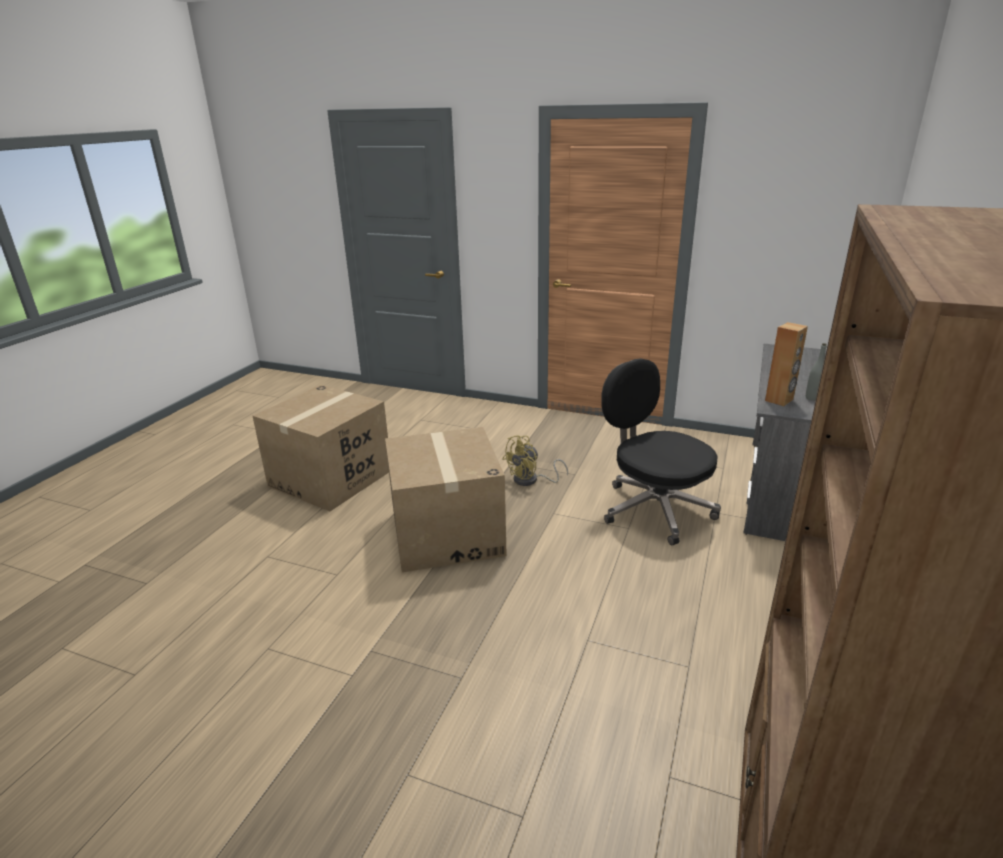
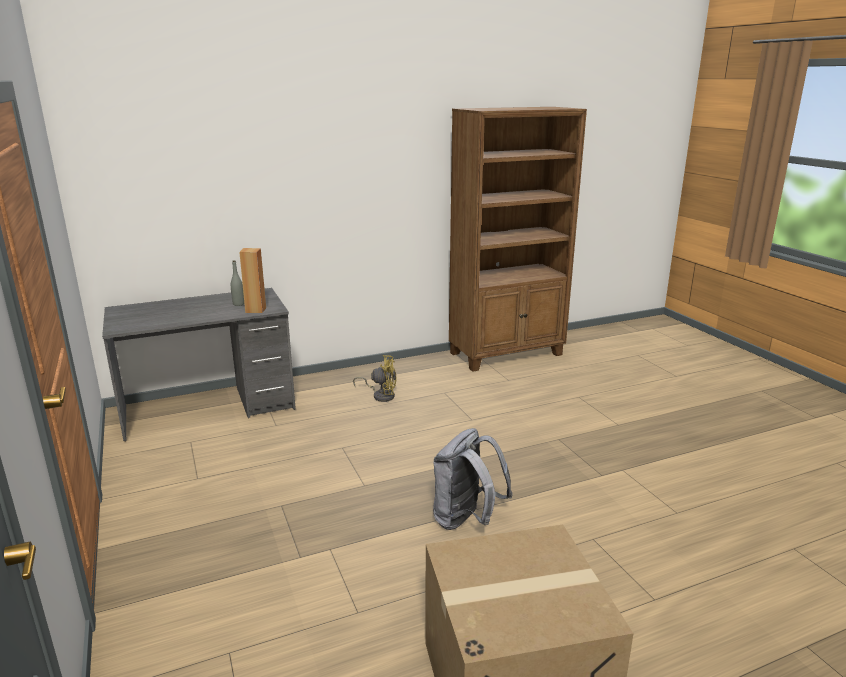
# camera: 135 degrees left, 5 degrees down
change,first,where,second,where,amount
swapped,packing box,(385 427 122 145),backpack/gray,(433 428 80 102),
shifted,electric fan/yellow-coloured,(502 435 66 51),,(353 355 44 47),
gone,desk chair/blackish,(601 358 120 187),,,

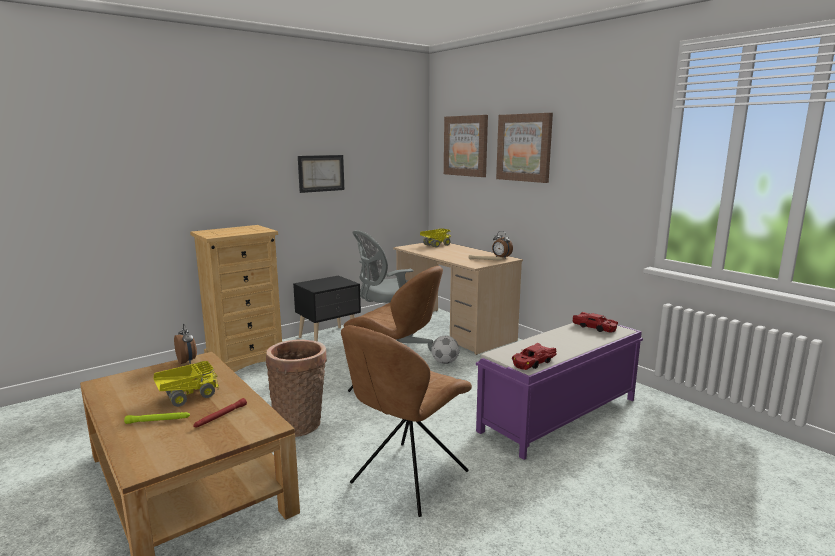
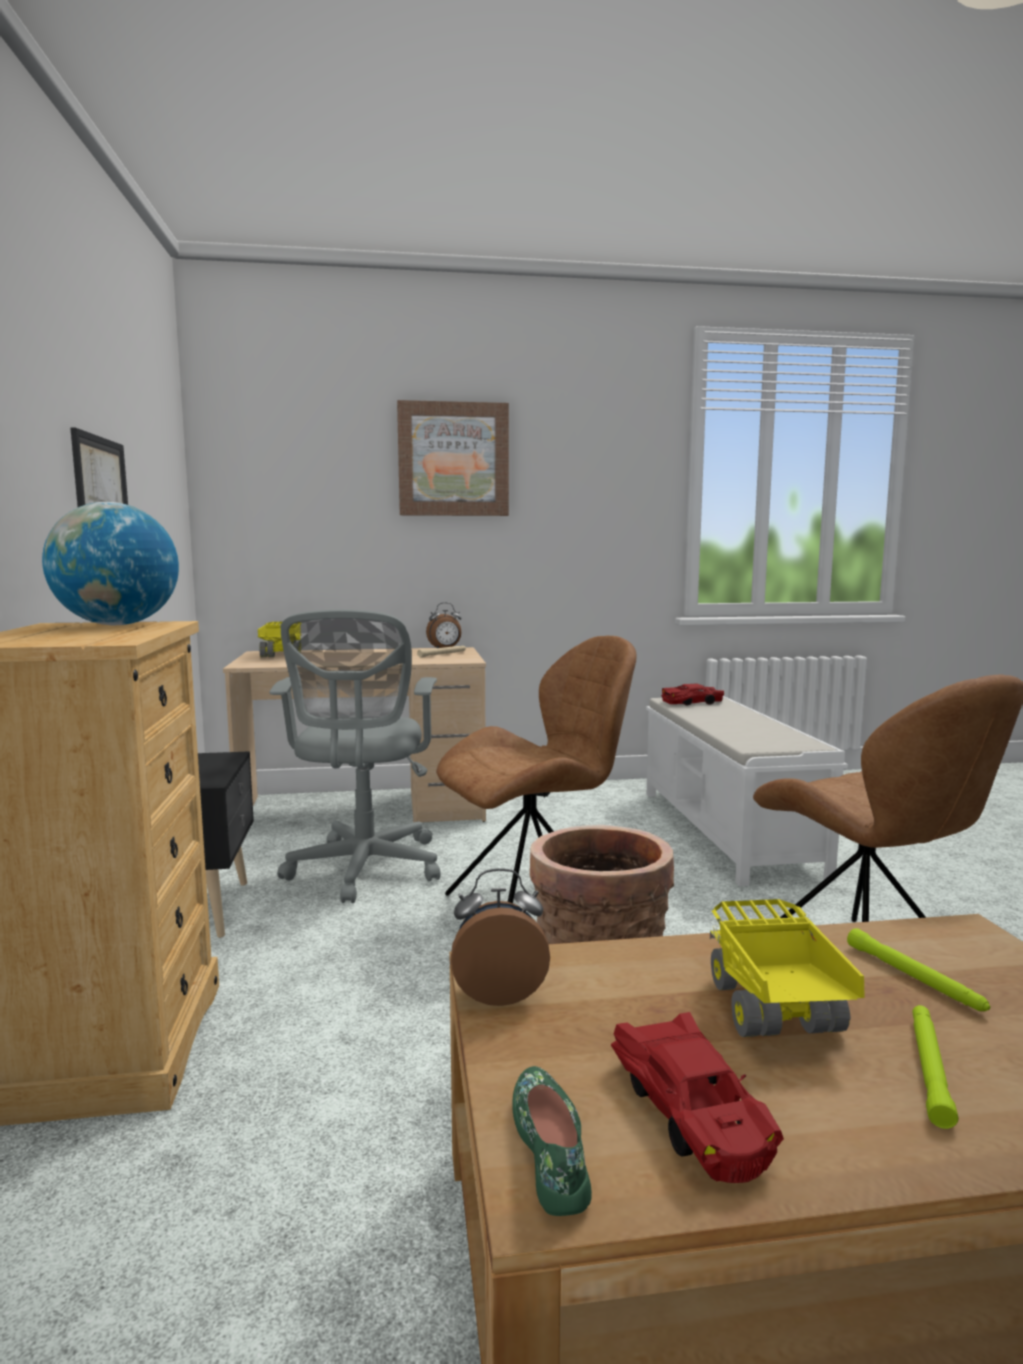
# camera: 60 degrees left, 5 degrees down
change,first,where,second,where,amount
repainted,flashlight/red,(193 398 54 29),flashlight/green-coloured,(847 928 143 83),
gone,football,(431 336 28 28),,,
gone,wall art,(444 115 44 62),,,
repainted,bench/purple-coloured,(476 323 167 137),bench/white,(646 696 202 190),
shifted,miniature car/red,(512 343 45 27),,(611 1012 173 171),
new,,,globe,(42 502 137 123),
new,,,low shoe/green-coloured,(512 1066 80 150),

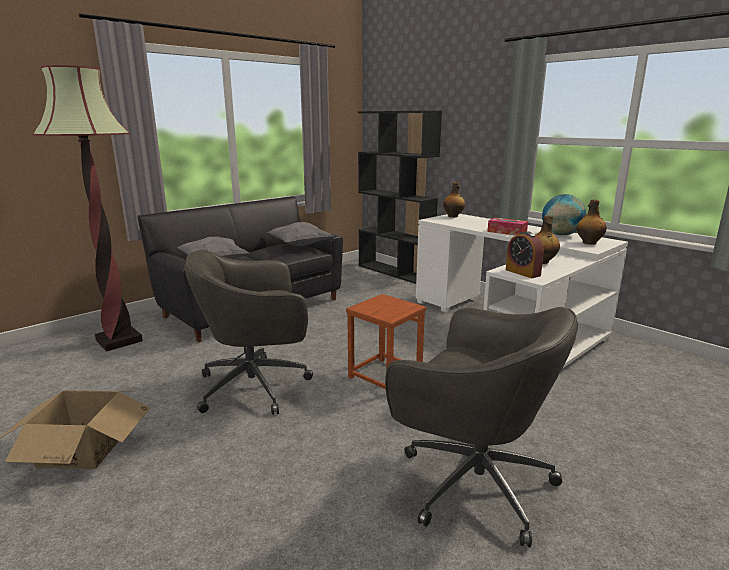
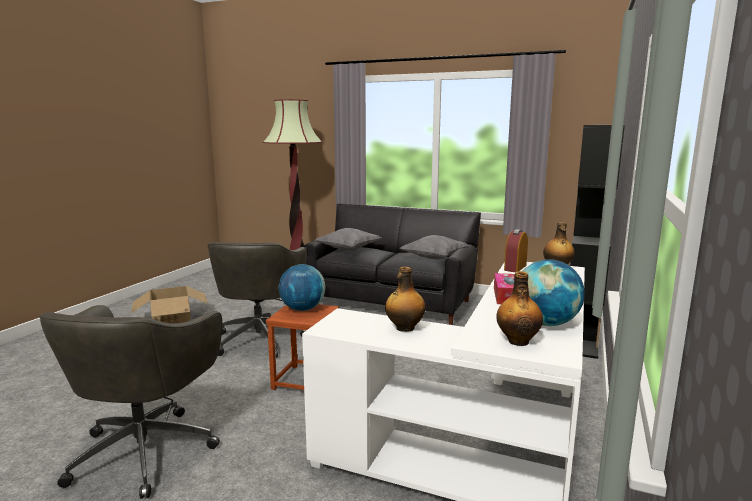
# camera: 65 degrees right, 5 degrees down
change,first,where,second,where,amount
rotated,desk chair/gray,(184 250 129 165),,(208 242 99 116),135 degrees counterclockwise
shifted,bedside clock,(506 231 38 47),,(504 229 24 43),
new,,,globe,(279 264 46 47),

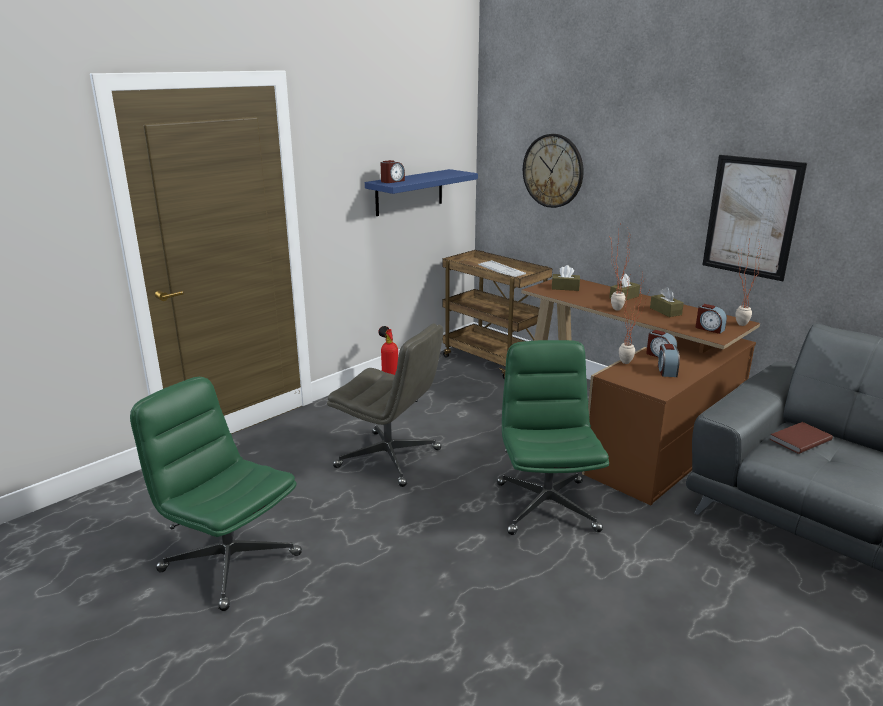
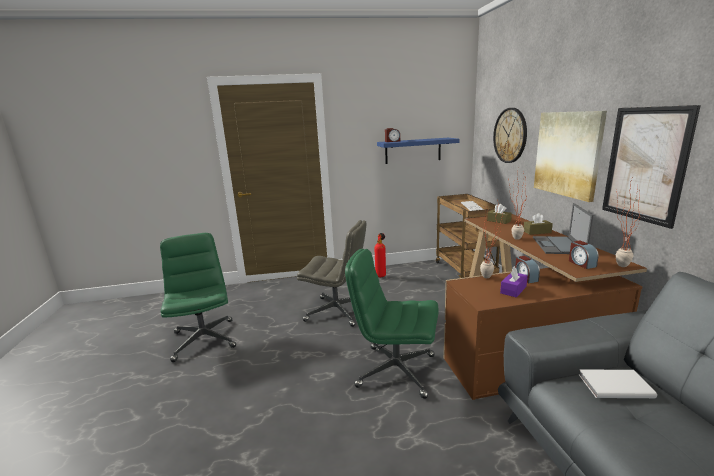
# camera: 35 degrees right, 5 degrees down
change,first,where,second,where,amount
rotated,desk chair/gray,(327 323 116 164),,(297 220 69 107),45 degrees counterclockwise
rotated,desk chair/green-coloured,(497 340 112 195),,(345 249 94 150),105 degrees counterclockwise
swapped,tissue holder/brown-coloured,(650 287 34 30),laptop,(533 203 60 51),
swapped,bedside clock,(658 344 22 33),tissue holder/purple-coloured,(500 266 28 31),
repainted,book/brown-coloured,(770 422 63 32),book/white,(578 370 79 28),
new,,,wall art,(534 111 73 91),

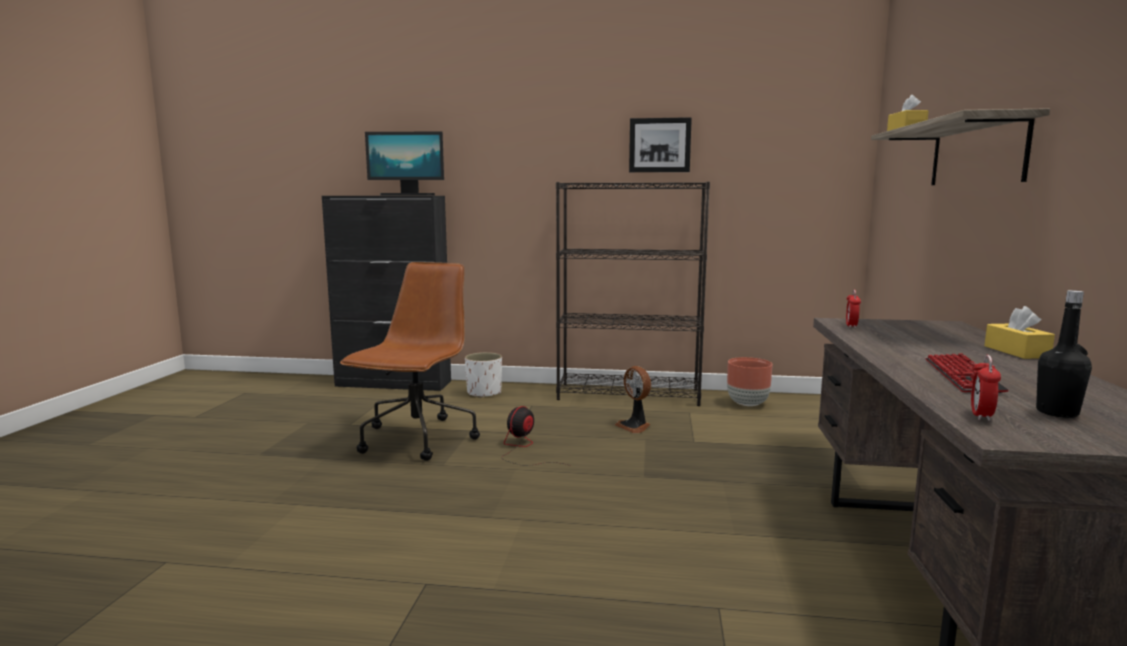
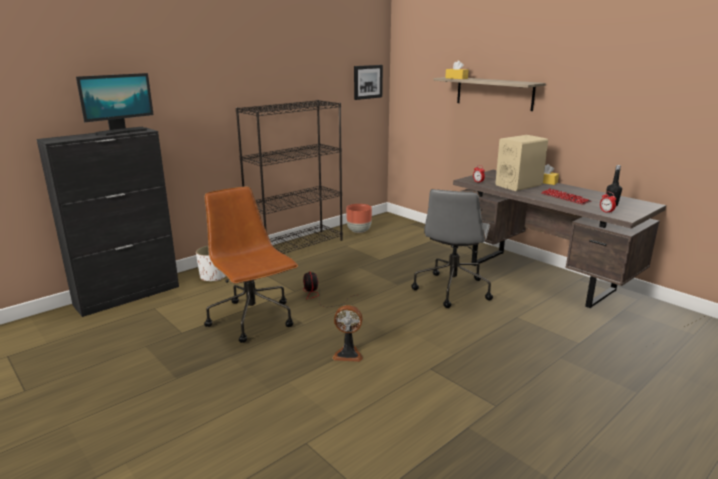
# camera: 50 degrees left, 10 degrees up
change,first,where,second,where,amount
shifted,electric fan,(615 366 36 67),,(332 305 31 57),
shifted,wall art,(629 117 63 55),,(354 65 29 35),
new,,,desk chair/gray,(411 189 82 119),
new,,,audio speaker/beige-coloured,(495 135 53 56),

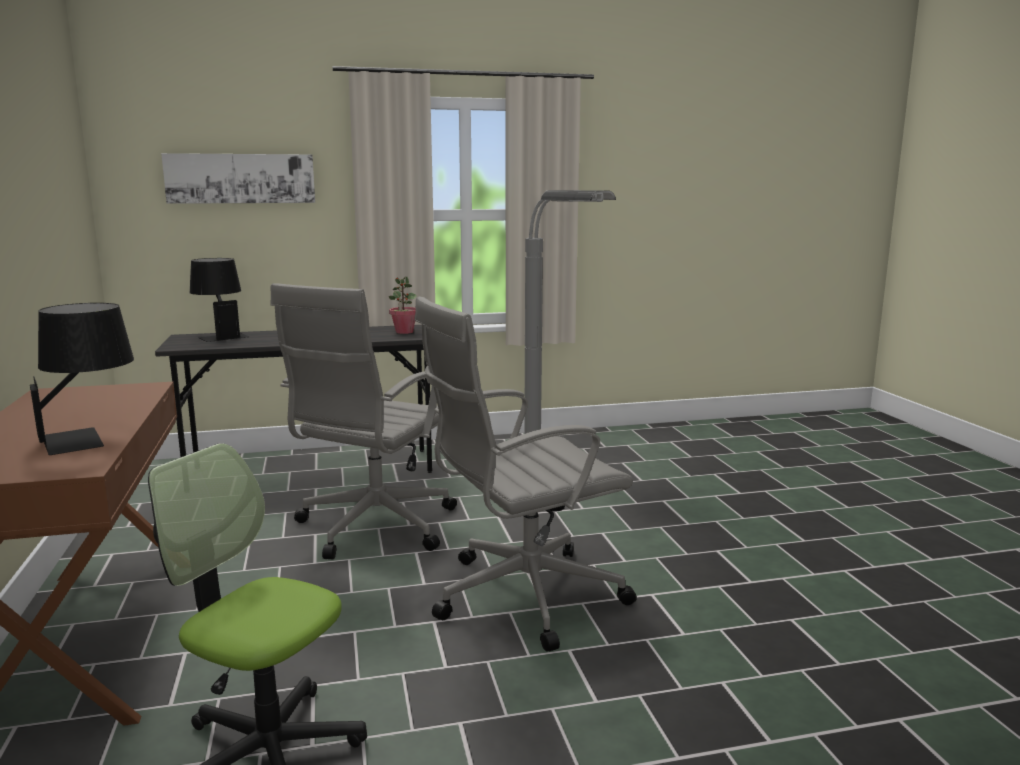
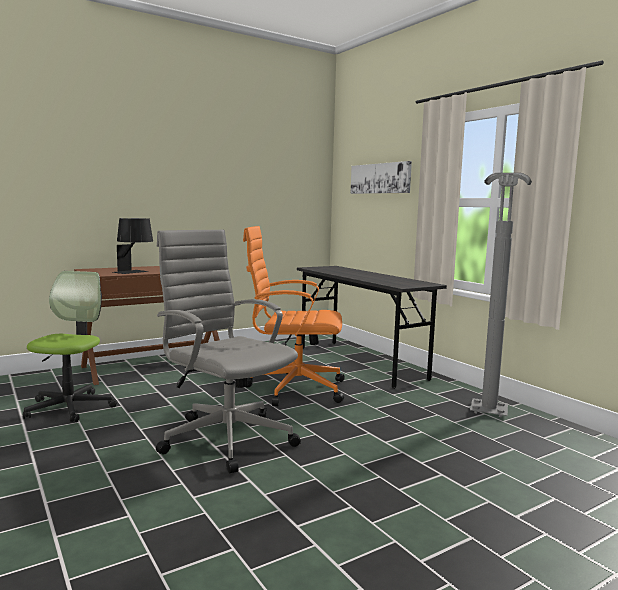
# camera: 70 degrees right, 5 degrees down
change,first,where,second,where,amount
gone,table lamp/blackish,(190 258 59 84),,,
repainted,desk chair/gray,(270 283 187 277),desk chair/orange-coloured,(243 226 102 181),
gone,plant in a pot,(389 277 27 57),,,

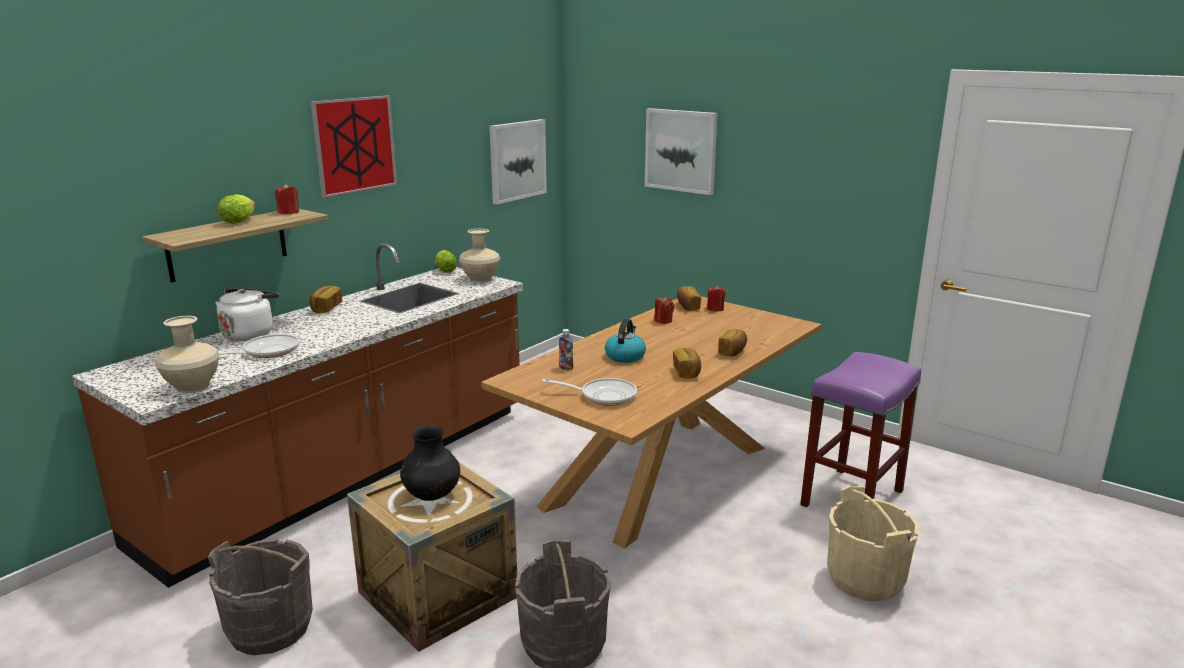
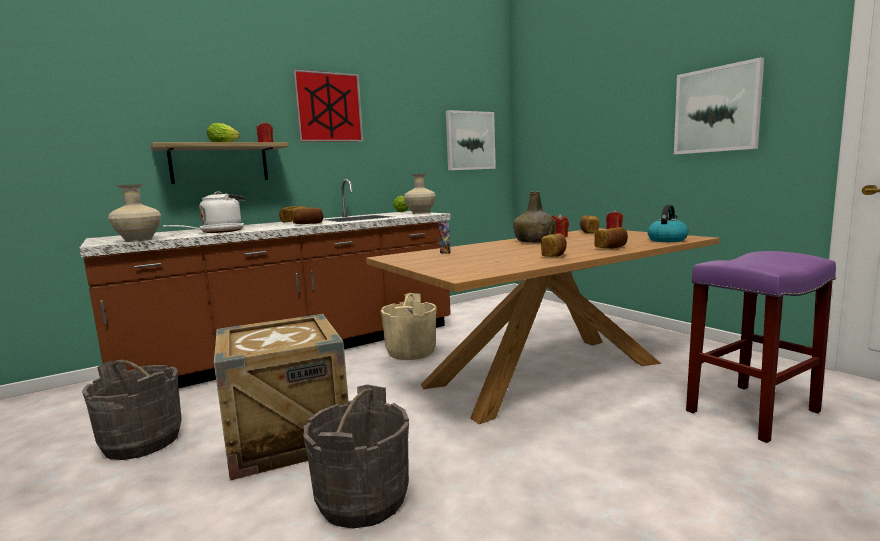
# camera: 20 degrees right, 10 degrees down
change,first,where,second,where,amount
gone,vase/blackish,(400 425 60 76),,,
gone,pan,(542 378 95 28),,,
shifted,tea kettle,(605 319 41 44),,(647 205 42 37),
shifted,wall art,(645 108 73 87),,(674 57 90 97),
shifted,pail/beige-coloured,(827 486 92 115),,(380 293 57 67),
new,,,bread,(292 208 31 16),
new,,,beverage bottle/green-coloured,(513 192 43 51),

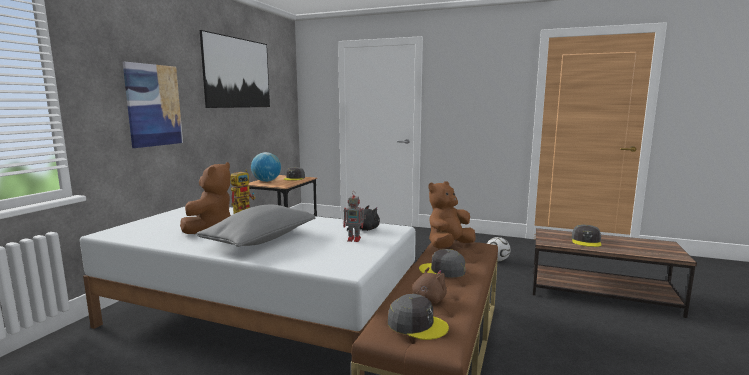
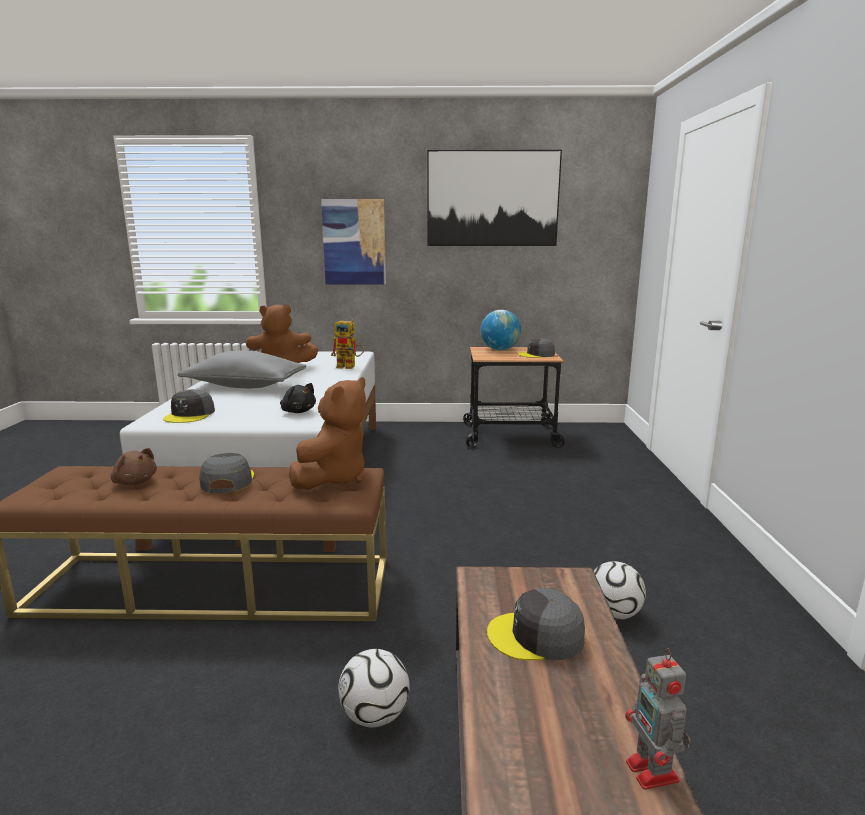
# camera: 70 degrees right, 5 degrees up
change,first,where,second,where,amount
shifted,model robot,(343 191 23 51),,(625 648 66 142),
shifted,peaked cap/gray,(388 294 61 46),,(163 389 52 34),
rotated,cuddly toy/brown-coloured,(429 181 47 68),,(289 377 77 113),90 degrees clockwise
new,,,football,(338 649 72 79),

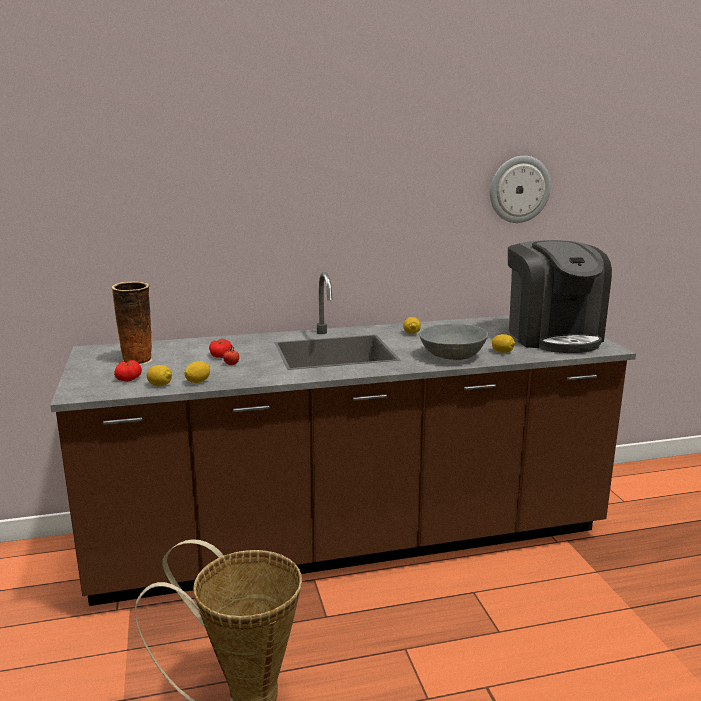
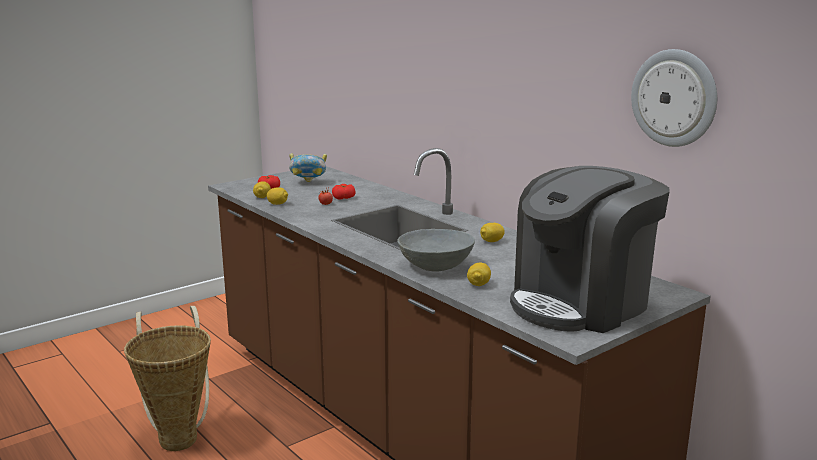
# camera: 65 degrees right, 0 degrees up
change,first,where,second,where,amount
swapped,vase,(112 282 41 83),serving bowl,(289 153 38 29),

